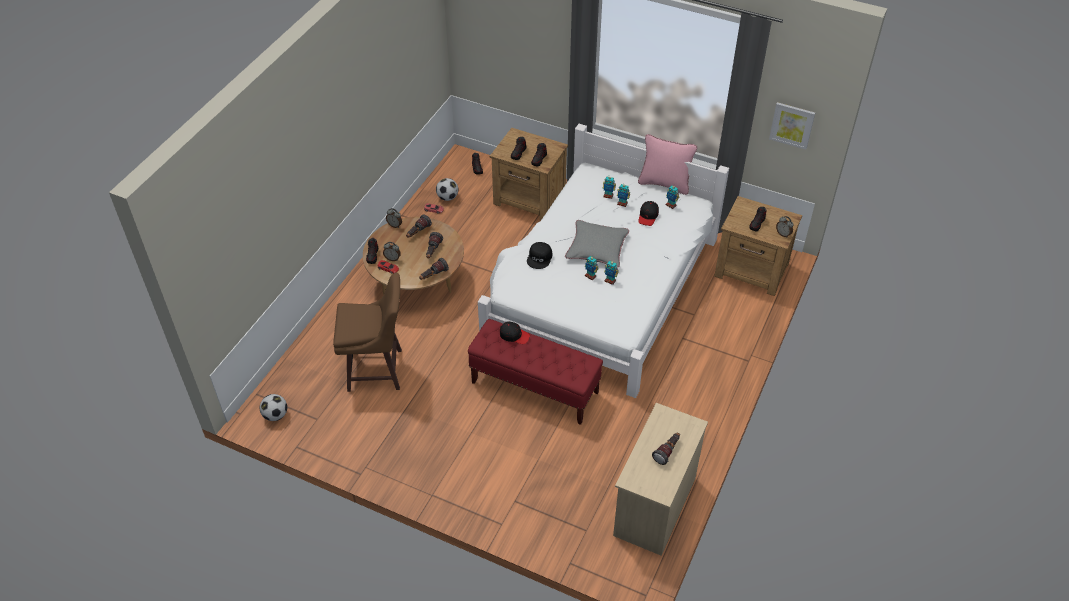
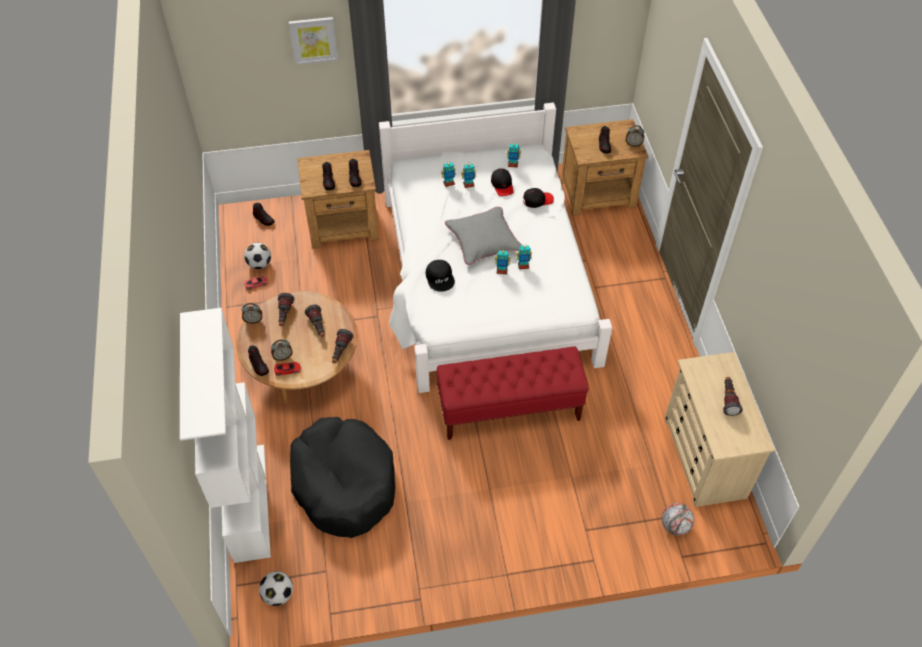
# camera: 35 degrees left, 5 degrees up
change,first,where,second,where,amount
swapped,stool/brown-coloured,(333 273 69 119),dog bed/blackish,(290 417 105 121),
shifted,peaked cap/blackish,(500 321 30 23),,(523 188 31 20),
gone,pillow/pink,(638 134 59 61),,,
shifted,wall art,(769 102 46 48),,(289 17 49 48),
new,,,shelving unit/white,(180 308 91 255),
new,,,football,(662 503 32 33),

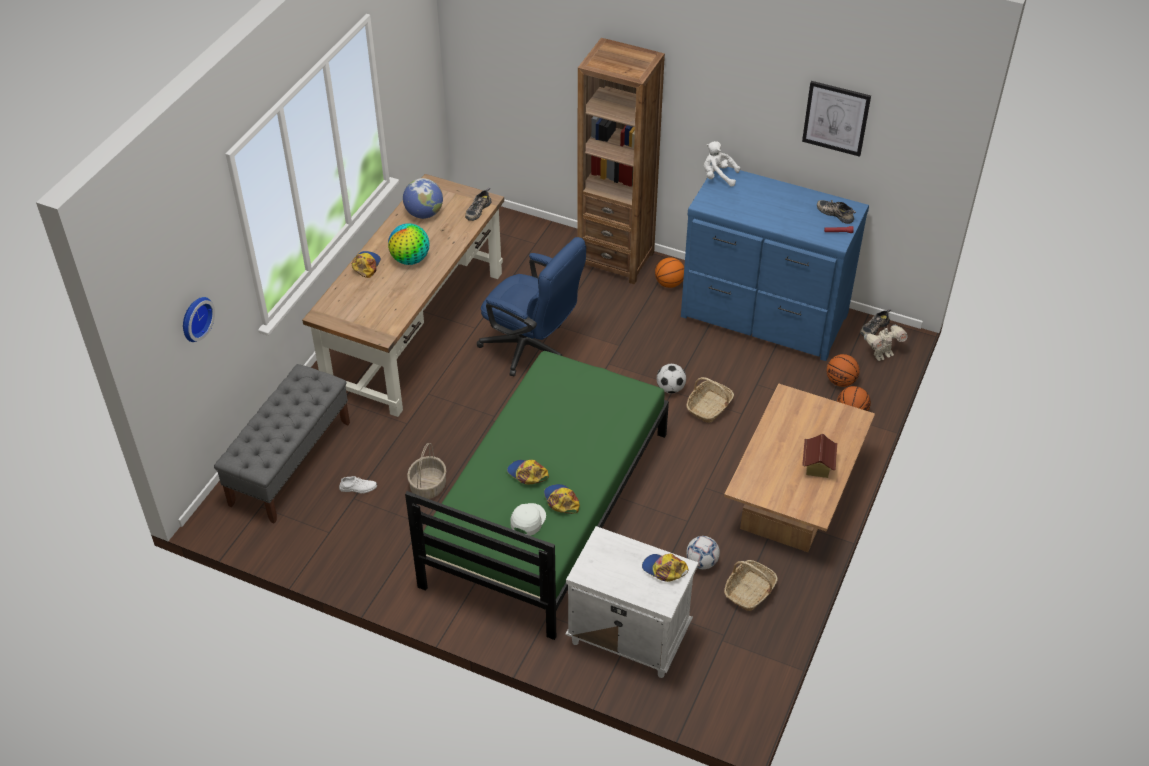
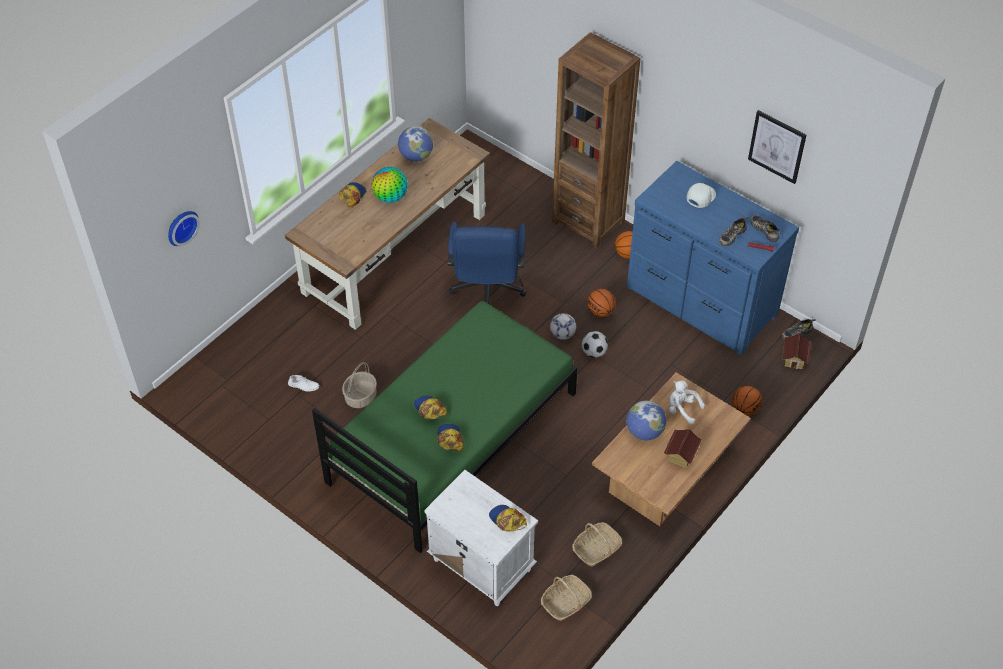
# camera: 15 degrees right, 5 degrees up
change,first,where,second,where,amount
gone,bench/gray,(214 364 136 160),,,
shifted,low shoe,(465 188 26 33),,(719 216 29 30),
rotated,desk chair/blue-coloured,(477 237 109 140),,(448 222 78 82),45 degrees clockwise
shifted,peaked cap/white,(510 503 36 33),,(686 183 30 25),
shifted,storage basket,(686 377 48 46),,(541 575 51 46),
shifted,football,(686 536 34 33),,(550 313 26 27),
shifted,cuddly toy/white,(704 141 36 46),,(669 381 36 43),
shifted,basketball ball,(827 354 33 33),,(587 289 29 28),
swapped,model robot,(864 325 44 36),toy house,(782 334 29 35),
new,,,globe,(626 401 40 39),

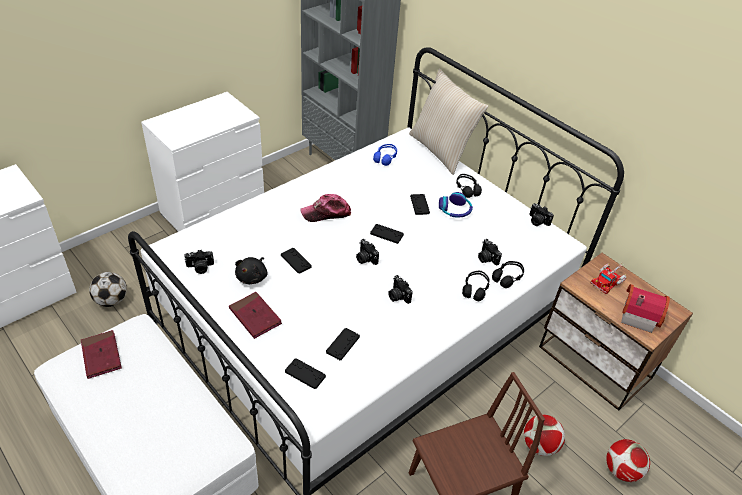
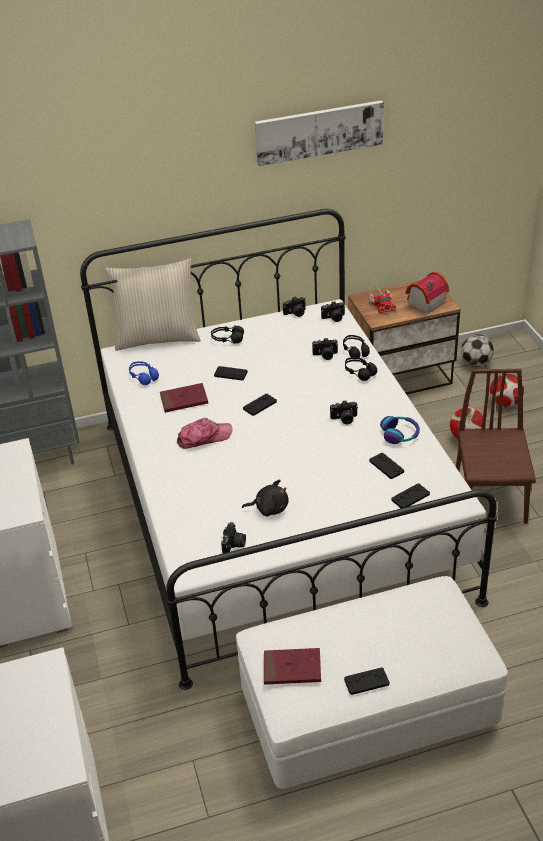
# camera: 60 degrees left, 5 degrees down
change,first,where,second,where,amount
shifted,football,(89 272 38 35),,(461 334 33 33),
shifted,book/red,(229 292 53 47),,(160 383 48 30),
rotated,cuddly toy/blackish,(235 257 33 27),,(242 480 46 36),45 degrees counterclockwise
shifted,gamepad/blackish,(281 248 31 26),,(344 667 46 28),
rotated,peaked cap,(300 194 51 28),,(177 418 55 31),120 degrees counterclockwise
shifted,still camera,(356 239 23 26),,(321 301 24 21),
shifted,headset,(439 192 34 25),,(380 416 40 28),
new,,,wall art,(255 100 129 66),

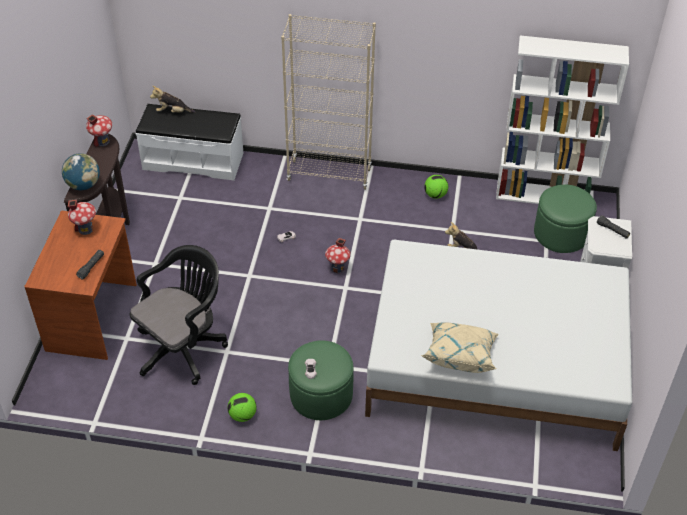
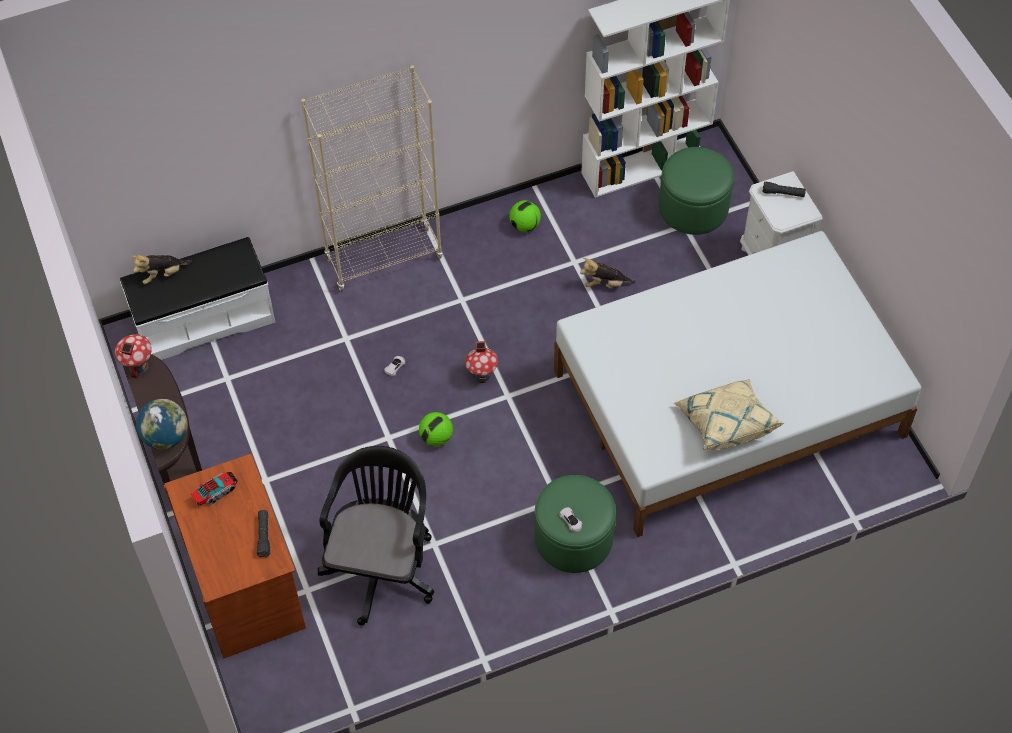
# camera: 30 degrees left, 10 degrees up
change,first,where,second,where,amount
swapped,toy house,(68 199 28 36),toy truck,(190 472 48 33),
shifted,football,(228 393 28 29),,(419 412 34 34),

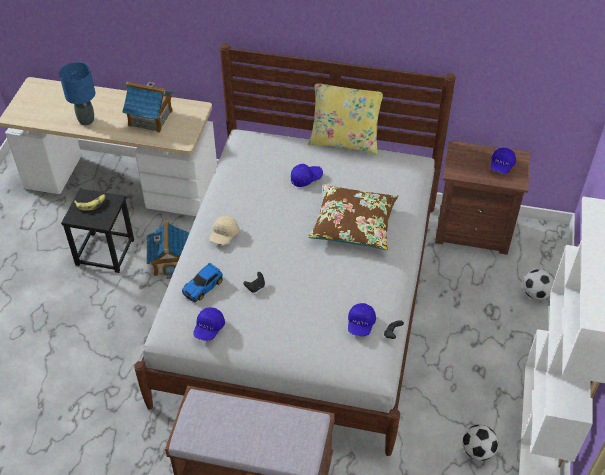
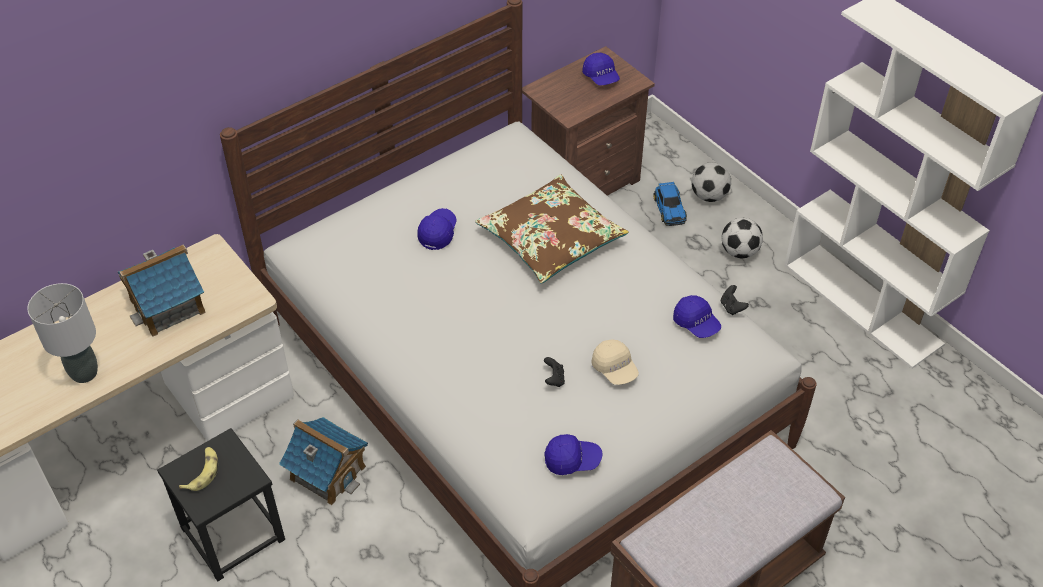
# camera: 50 degrees left, 0 degrees up
change,first,where,second,where,amount
repainted,table lamp/blue-coloured,(59 62 36 63),table lamp/gray,(27 283 71 100),
shifted,miniature car,(182 262 41 40),,(653 182 34 44),
rotated,peaked cap/blue-coloured,(193 308 32 33),,(544 434 58 41),60 degrees counterclockwise
shifted,peaked cap/beige-coloured,(210 216 29 29),,(591 339 48 46),
gone,pillow/yellow-coloured,(308 83 75 72),,,
shifted,football,(462 425 36 36),,(721 218 42 40),

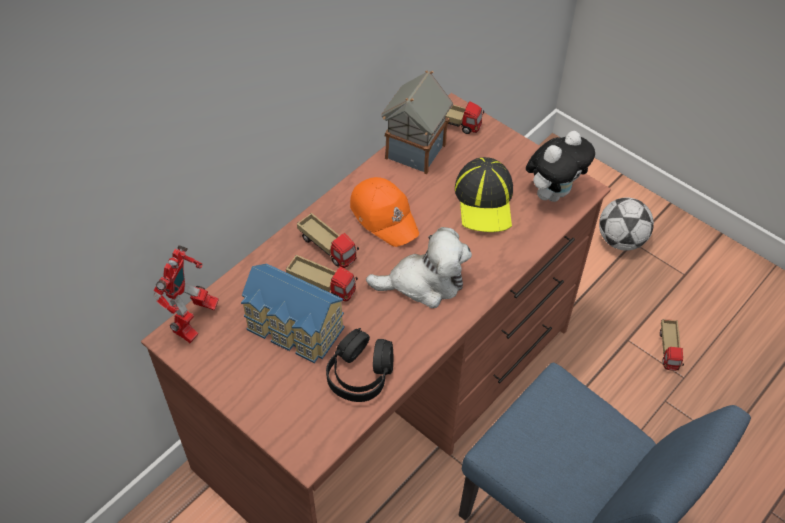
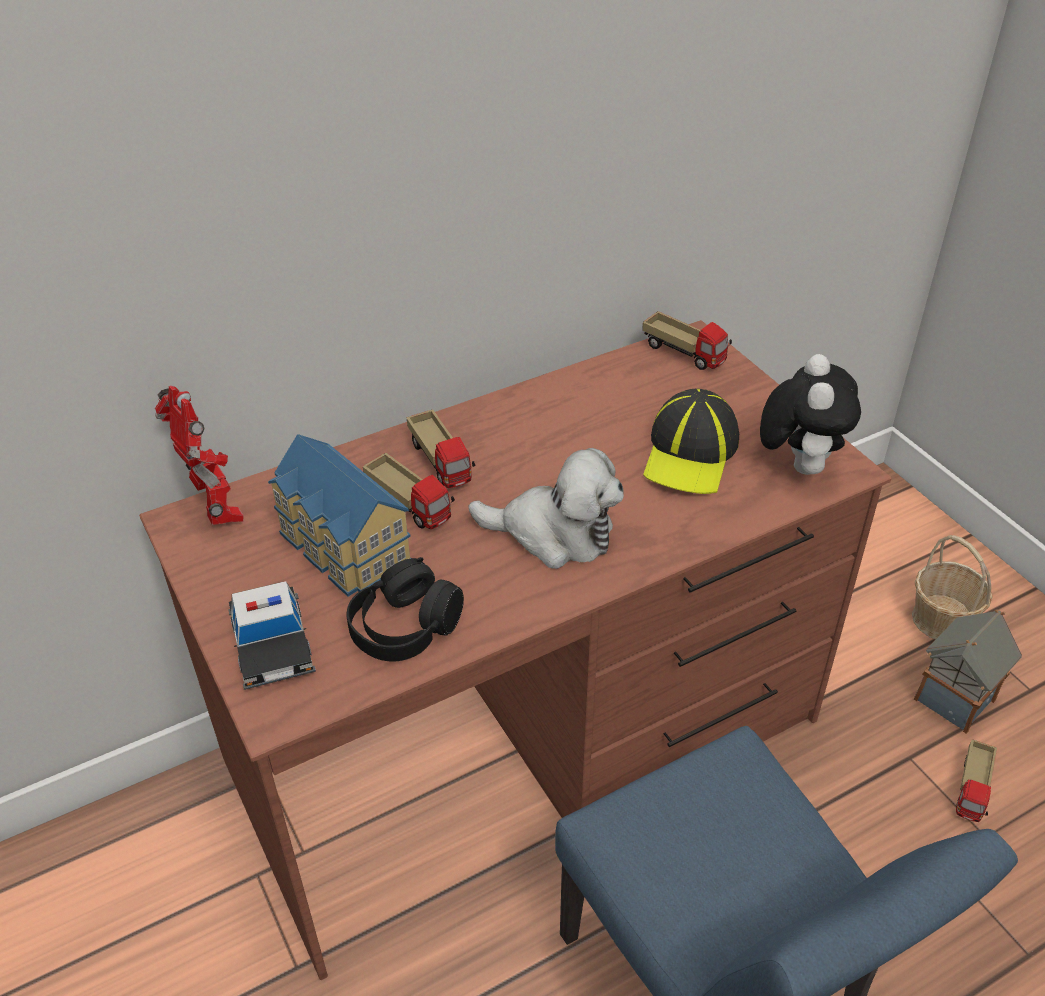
# camera: 20 degrees right, 10 degrees down
change,first,where,second,where,amount
rotated,model robot,(153 245 66 98),,(155 386 89 139),75 degrees counterclockwise
gone,peaked cap/orange-coloured,(350 177 69 70),,,
shifted,toy house,(381 71 72 103),,(914 609 108 125),
rotated,cuddly toy,(526 131 69 71),,(760 354 101 121),60 degrees counterclockwise
swapped,football,(599 197 55 54),storage basket,(912 535 80 104),
new,,,miniature car,(228 581 88 109),

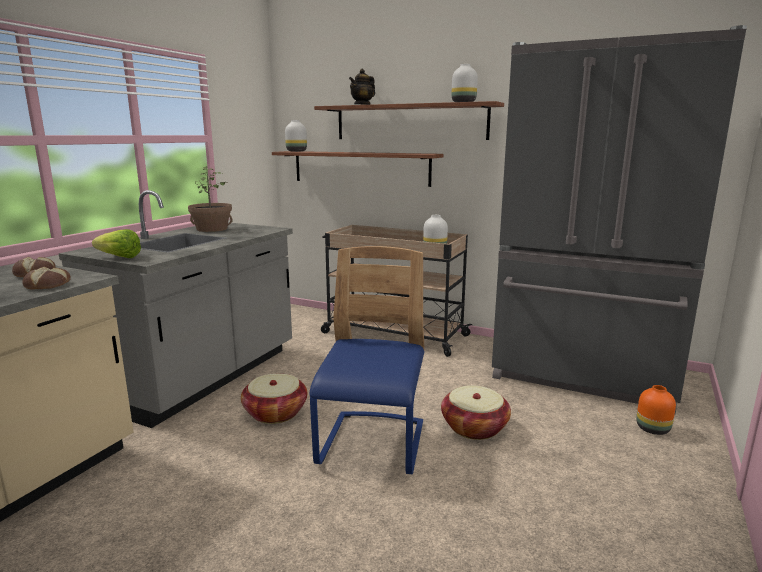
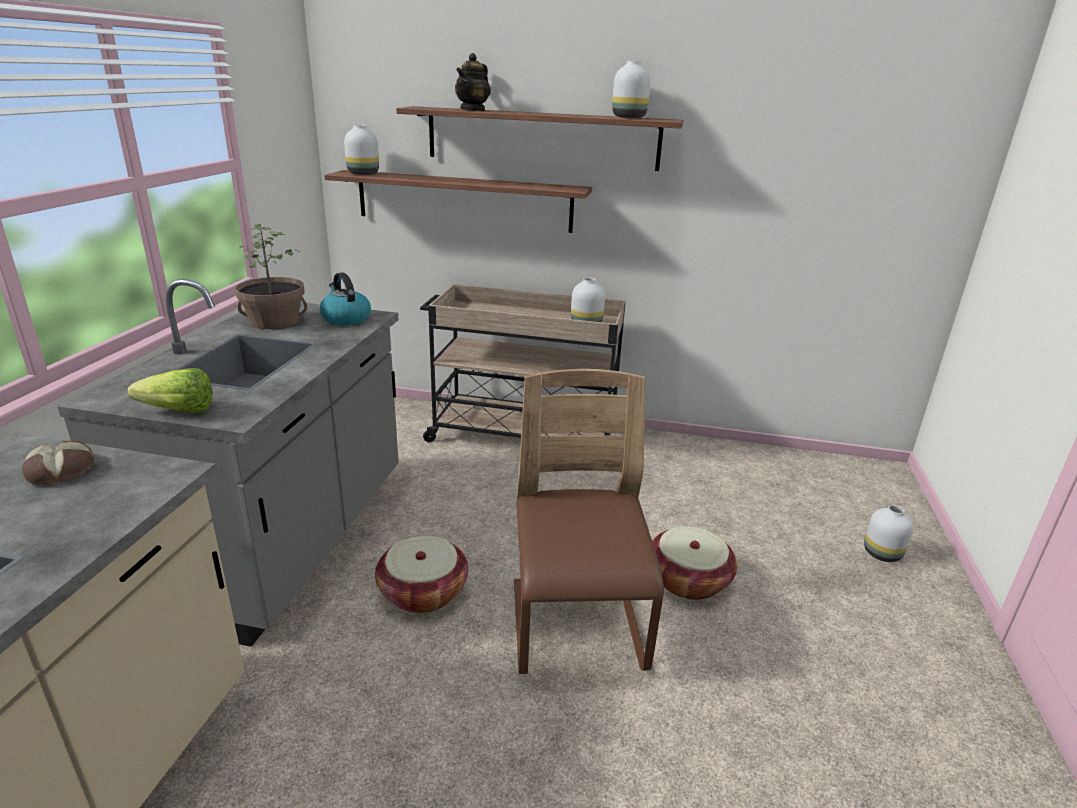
# camera: 15 degrees left, 10 degrees up
change,first,where,second,where,amount
gone,bread,(22 267 49 23),,,
repainted,plain chair/blue-coloured,(309 246 116 228),plain chair/brown-coloured,(514 369 150 305),
gone,fridge/gray,(492 25 255 389),,,
repainted,vase/orange-coloured,(636 385 40 50),vase/white,(864 505 49 57),
new,,,tea kettle,(320 272 51 54),

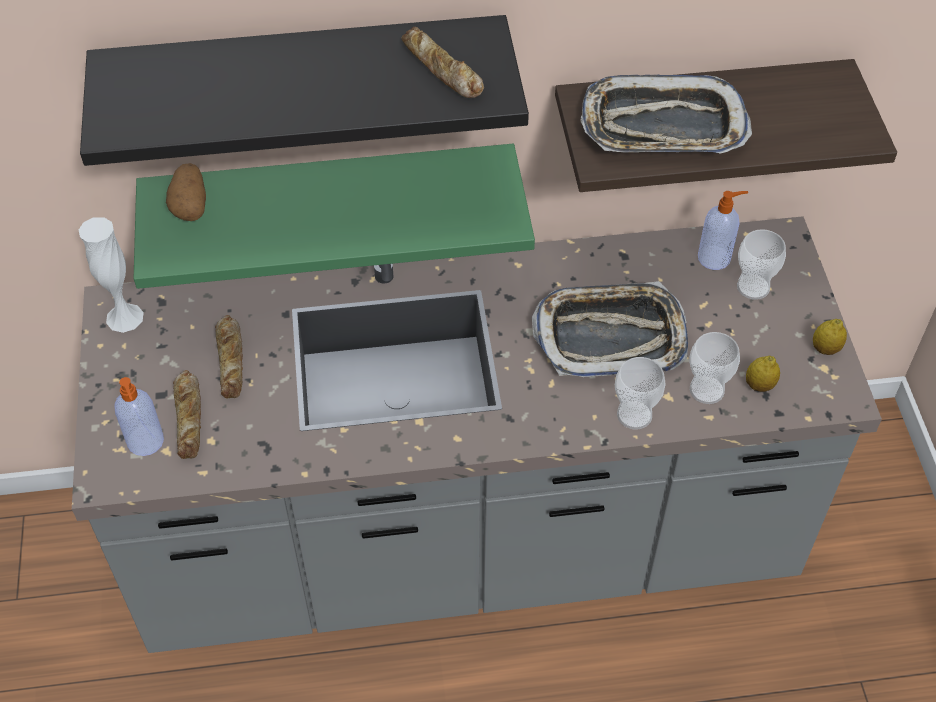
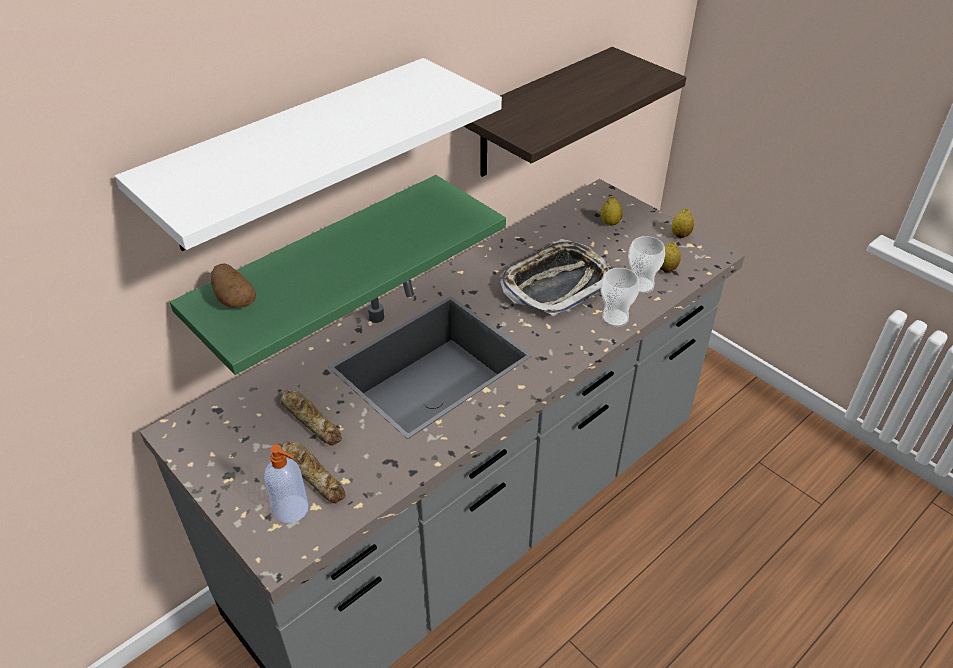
# camera: 35 degrees left, 10 degrees down
change,first,where,second,where,amount
gone,vase/white,(79 217 65 116),,,
repainted,wall shelf/blackish,(80 15 449 151),wall shelf/white,(115 58 387 193),
gone,bread,(401 27 83 71),,,
gone,carrying tray,(580 75 172 78),,,
gone,soap bottle,(698 191 50 79),,,
swapped,small cup,(737 229 49 71),whole lemon,(601 196 22 30),

